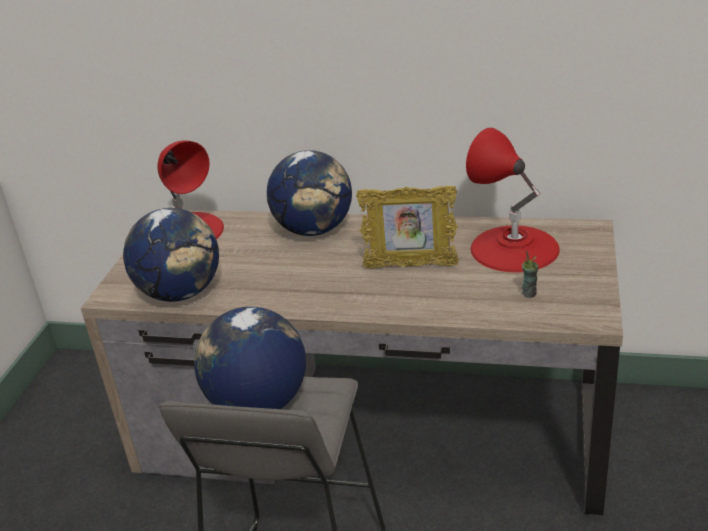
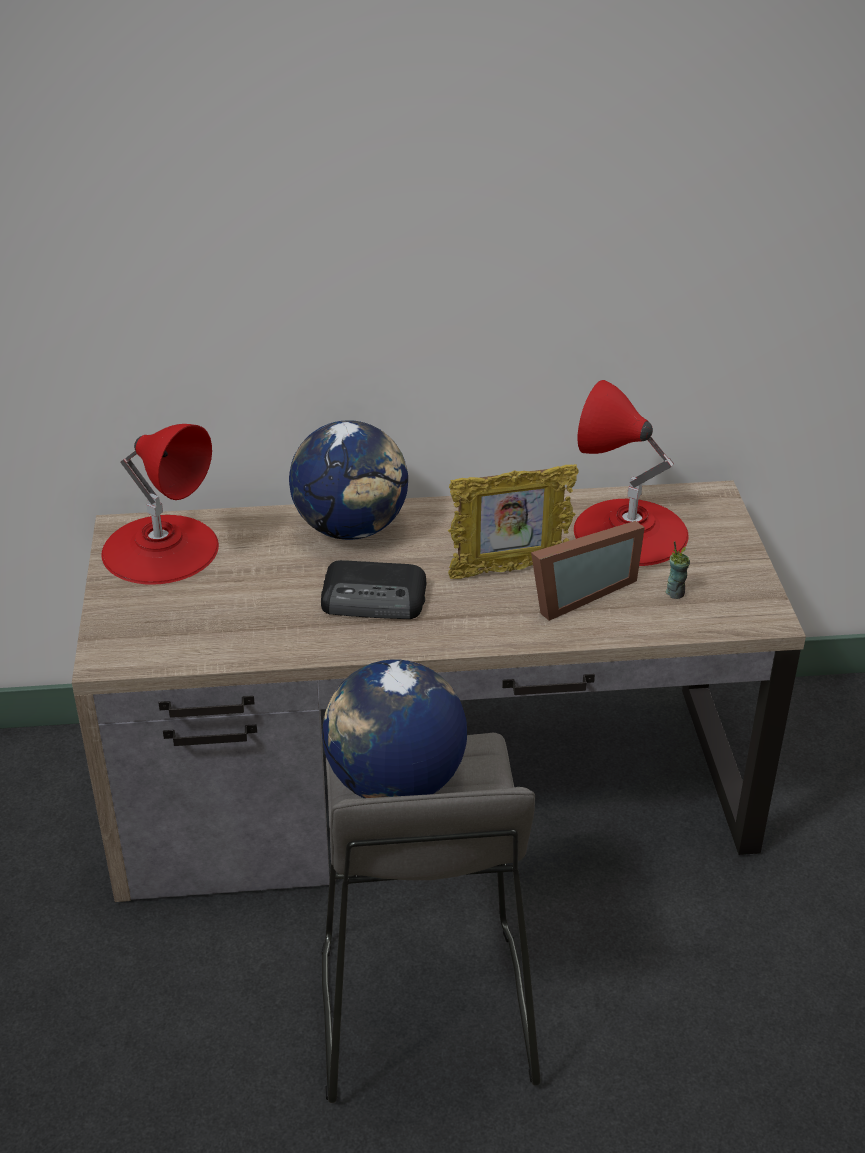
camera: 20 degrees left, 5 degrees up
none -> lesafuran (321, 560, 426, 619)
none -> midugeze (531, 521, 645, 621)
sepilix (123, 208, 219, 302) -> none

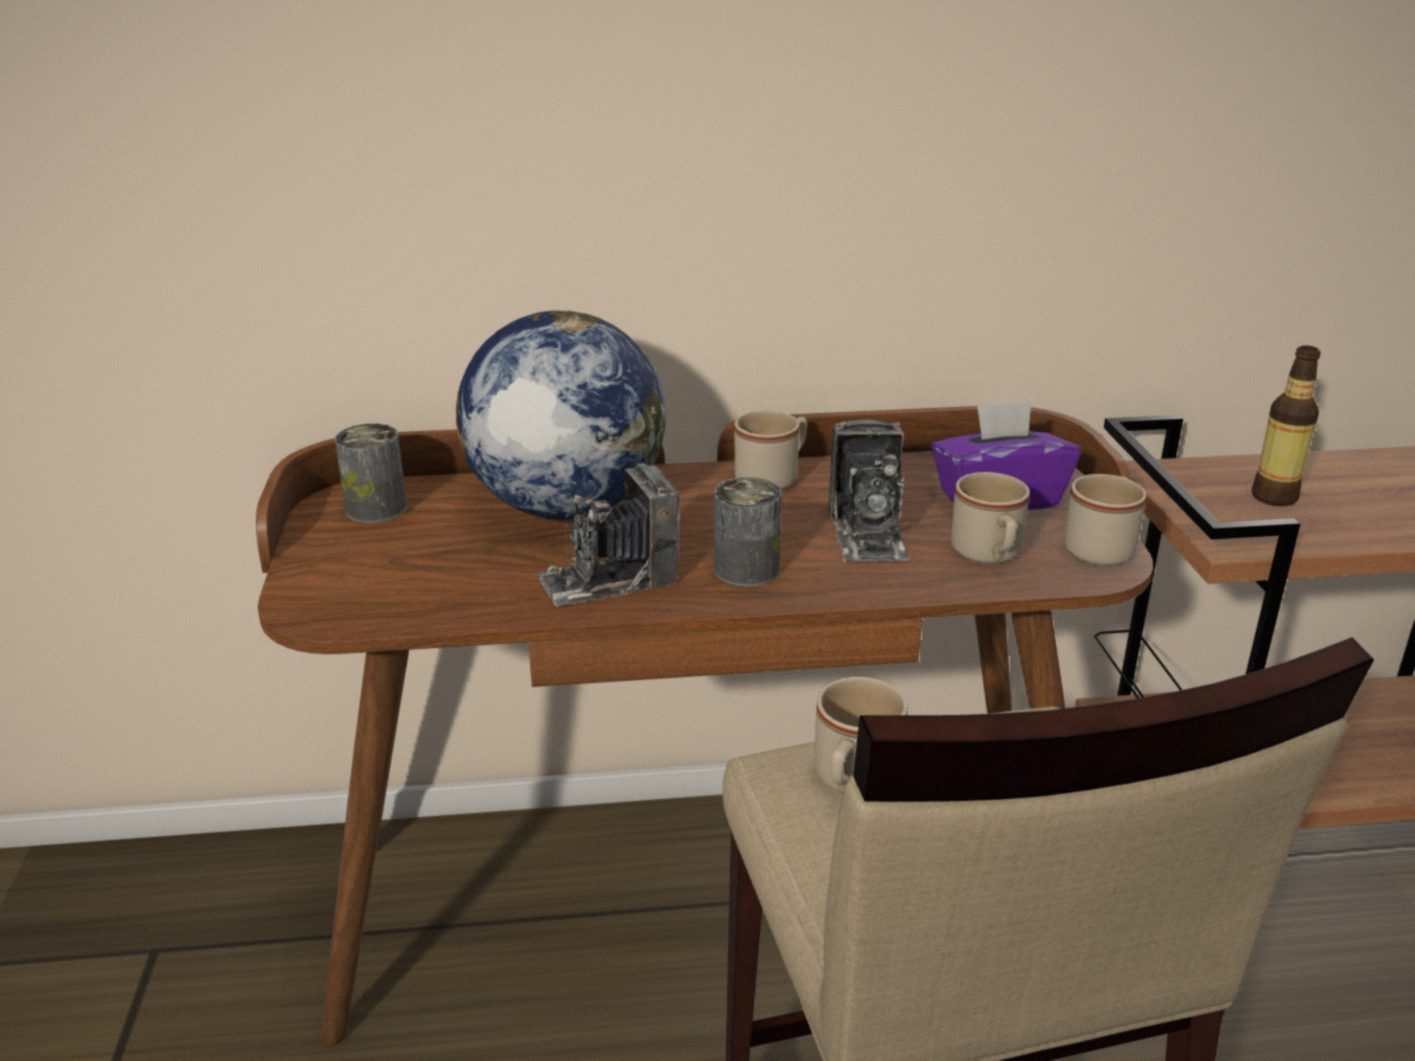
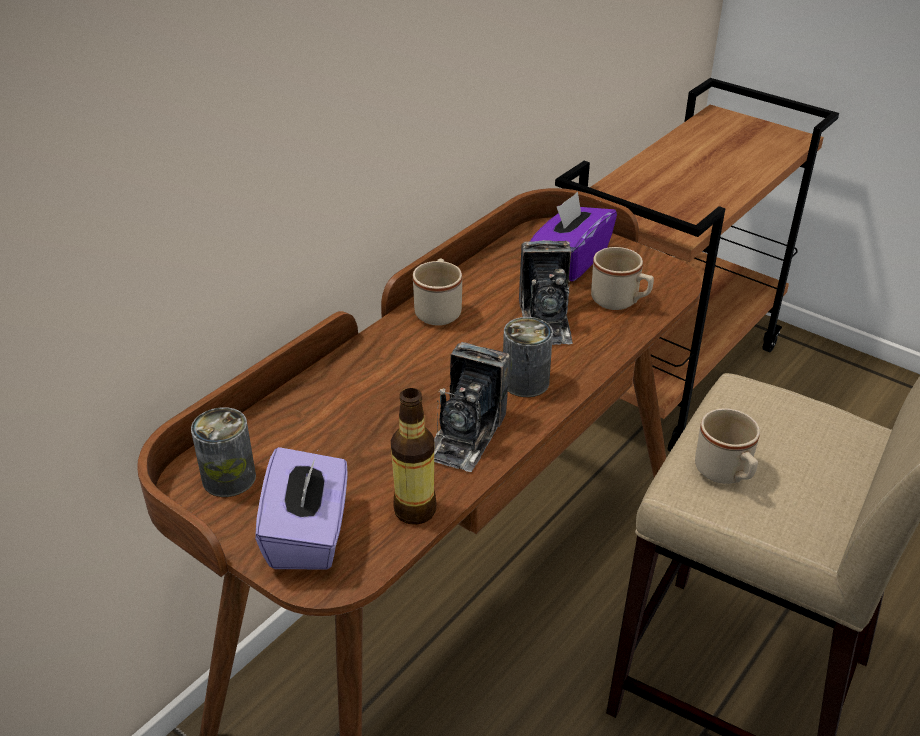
camera: 45 degrees left, 10 degrees up
none -> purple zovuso (255, 447, 348, 570)
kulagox (1252, 345, 1321, 506) -> kulagox (391, 388, 436, 525), move
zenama (828, 419, 910, 562) -> zenama (519, 240, 573, 345), 45 degrees clockwise
sepilix (456, 310, 666, 519) -> none
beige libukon (1064, 474, 1146, 567) -> none

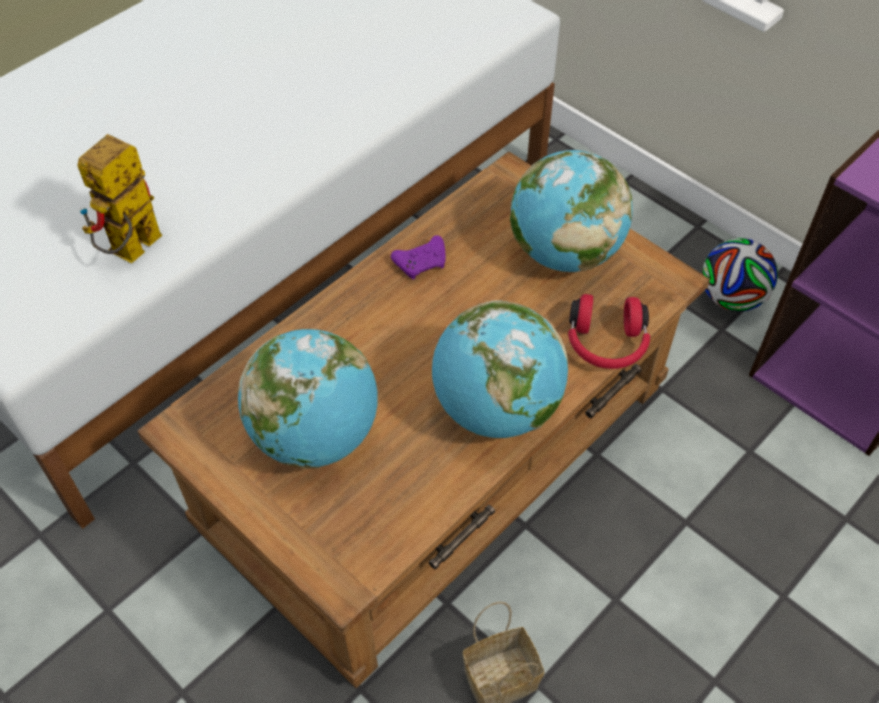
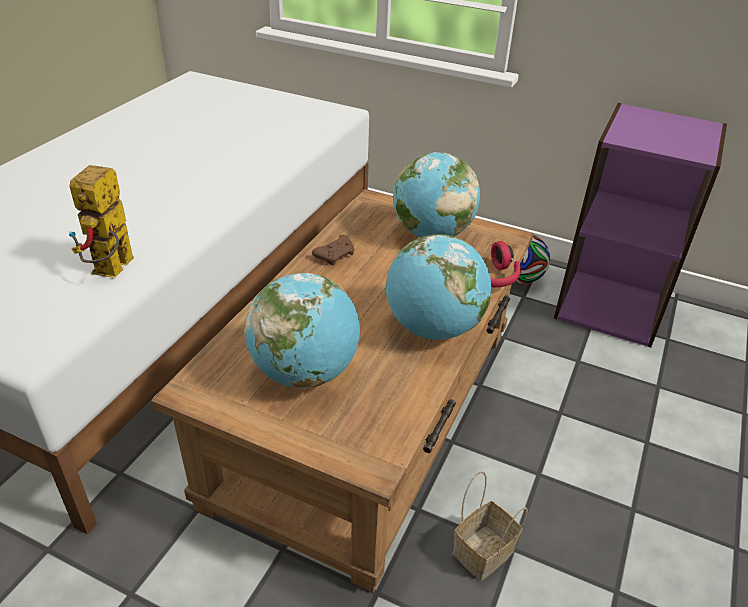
camera: 20 degrees left, 15 degrees down
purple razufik (391, 235, 446, 279) -> brown razufik (312, 235, 354, 266)

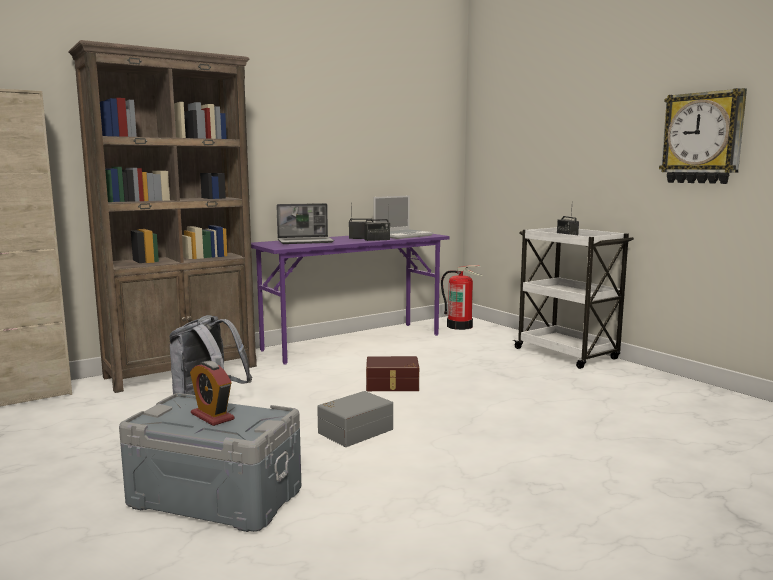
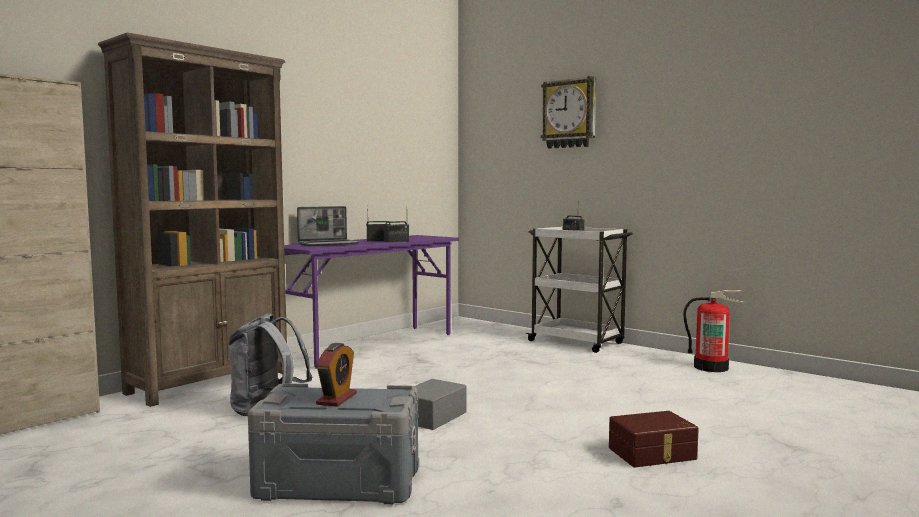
camera: 15 degrees left, 5 degrees down
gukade (190, 361, 234, 426) -> gukade (316, 343, 357, 407), 105 degrees counterclockwise
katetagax (659, 88, 747, 184) -> katetagax (541, 76, 596, 148), move
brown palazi (366, 356, 419, 391) -> brown palazi (609, 411, 699, 467), move
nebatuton (441, 265, 482, 330) -> nebatuton (683, 290, 744, 372), move
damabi (374, 195, 433, 239) -> none

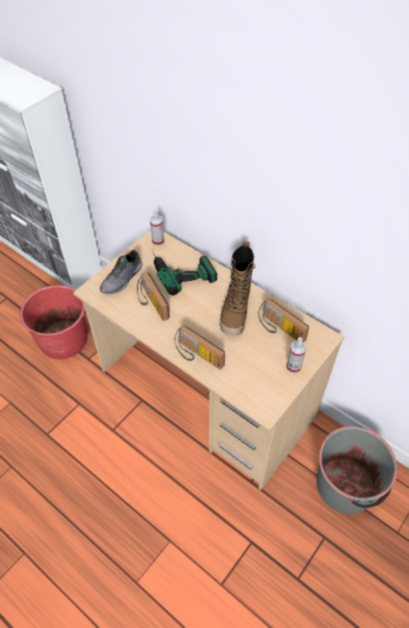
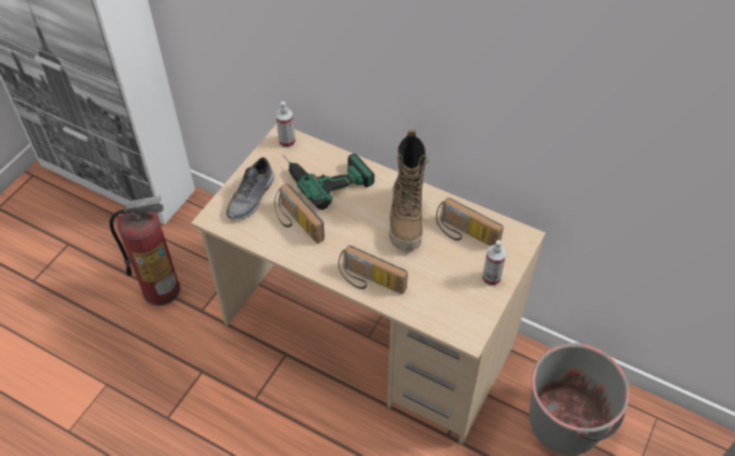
camera: 10 degrees left, 0 degrees up
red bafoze (20, 285, 88, 359) -> nebatuton (110, 196, 180, 306)

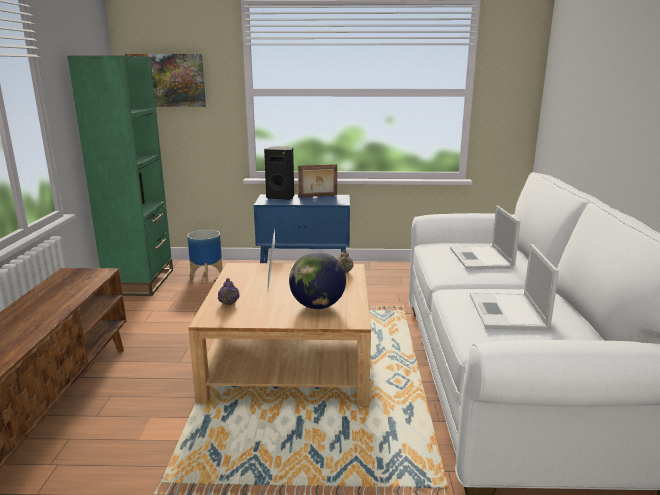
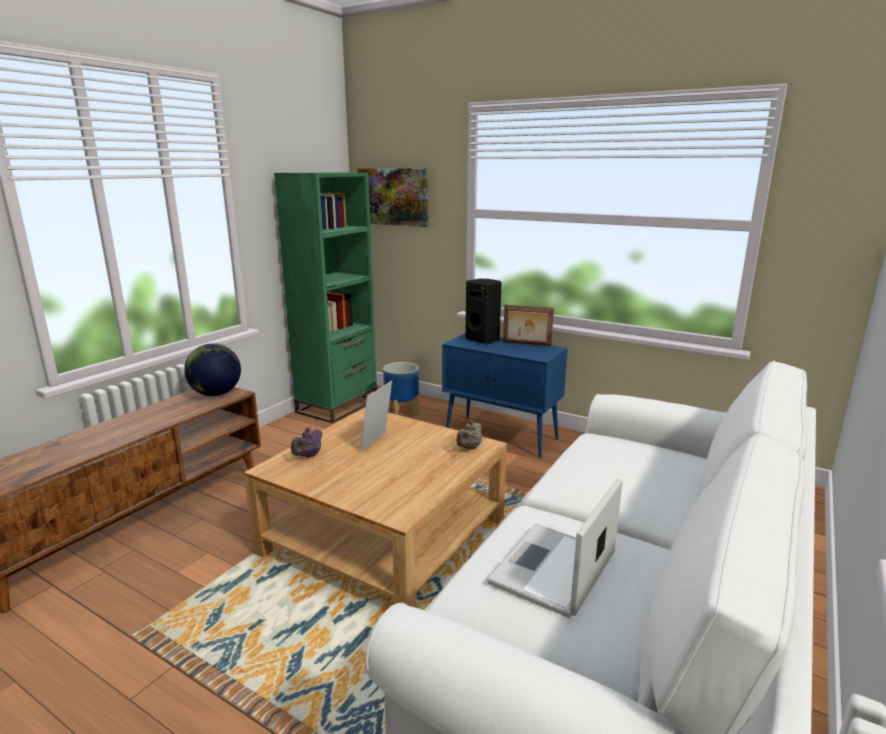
camera: 30 degrees right, 0 degrees up
sepilix (289, 252, 346, 309) -> sepilix (184, 343, 241, 396), move
damabi (450, 205, 520, 269) -> none

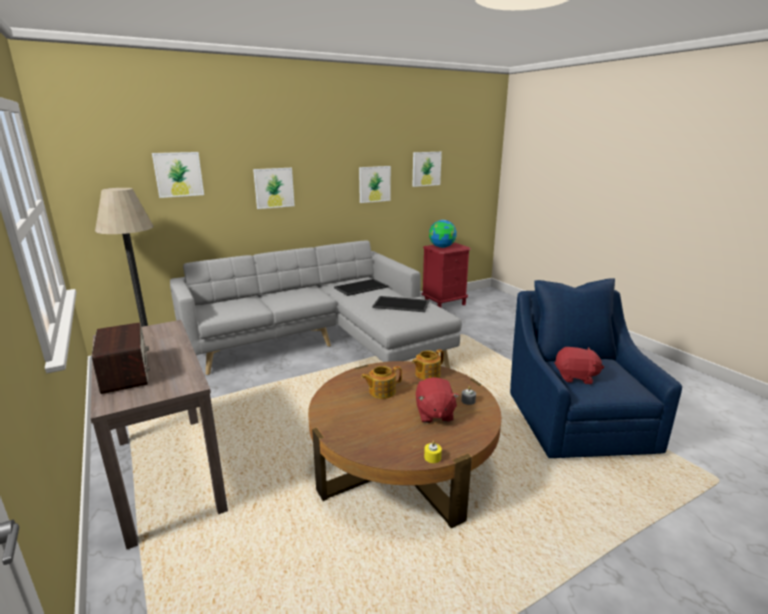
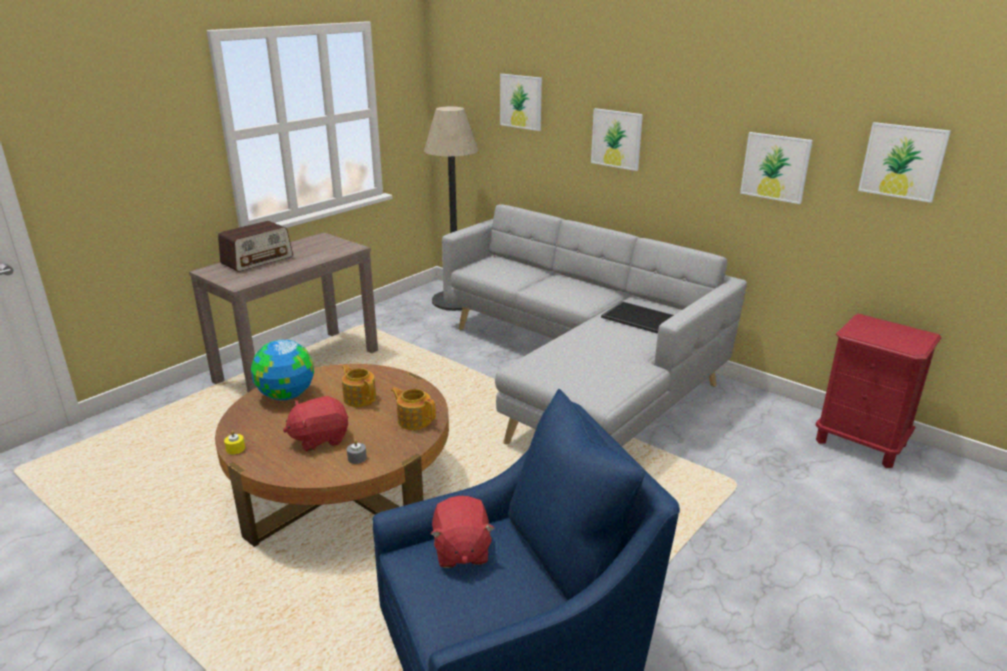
camera: 70 degrees right, 5 degrees up
sepilix (429, 220, 457, 248) -> sepilix (251, 340, 314, 400), move
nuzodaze (372, 296, 429, 312) -> none

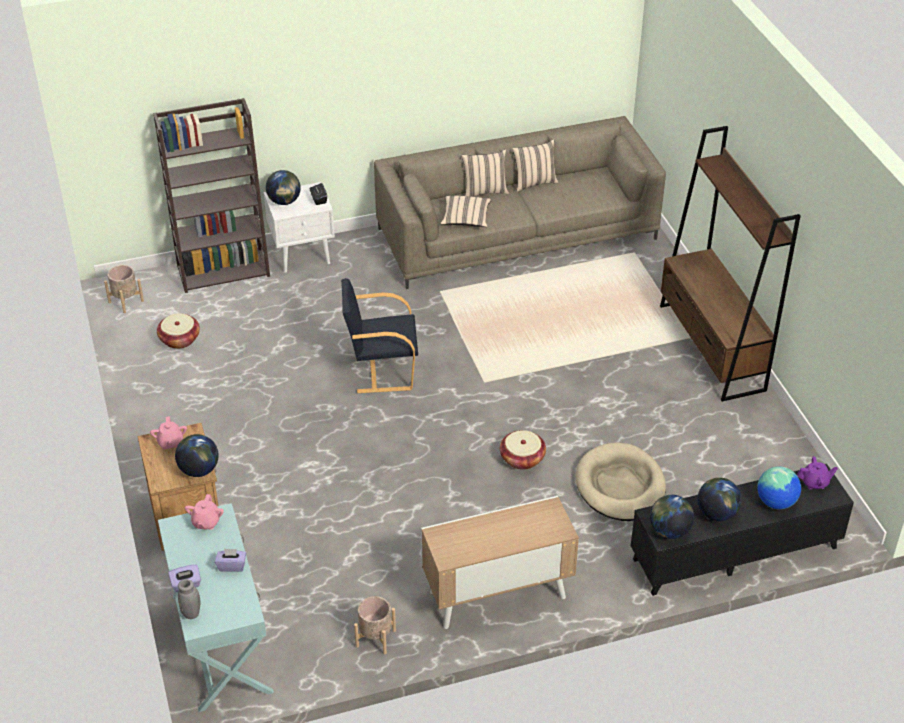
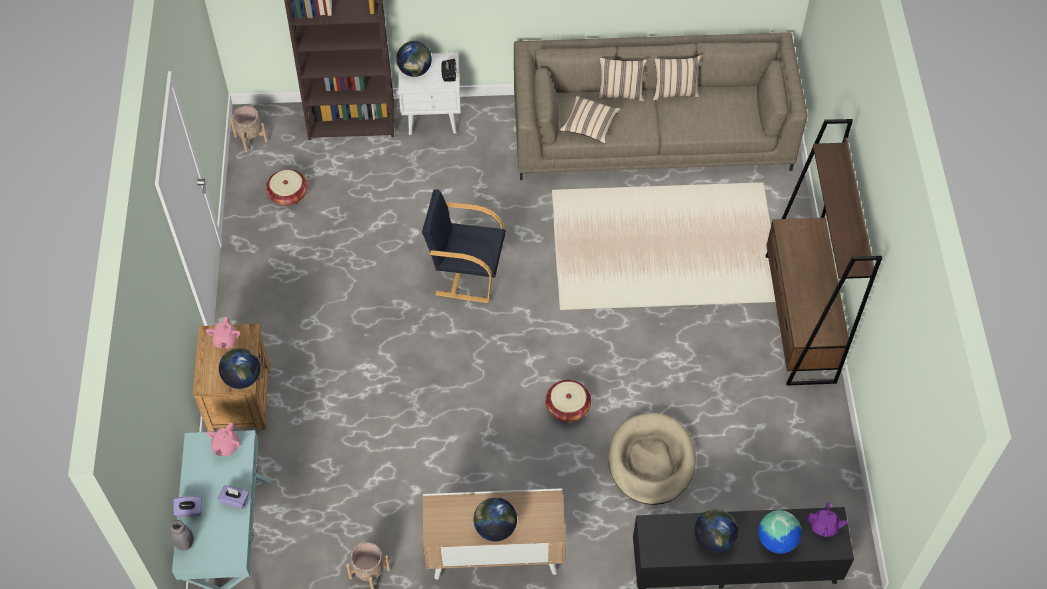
camera: 15 degrees right, 15 degrees up
sepilix (650, 495, 694, 539) -> sepilix (474, 497, 517, 541), move

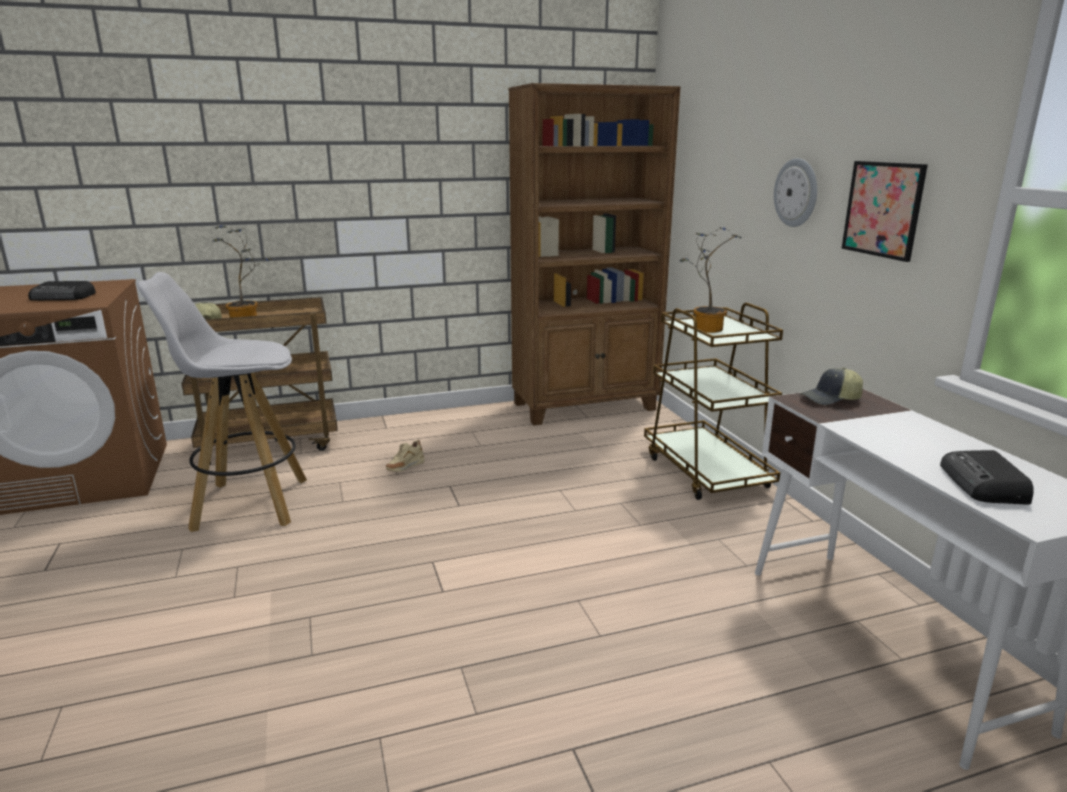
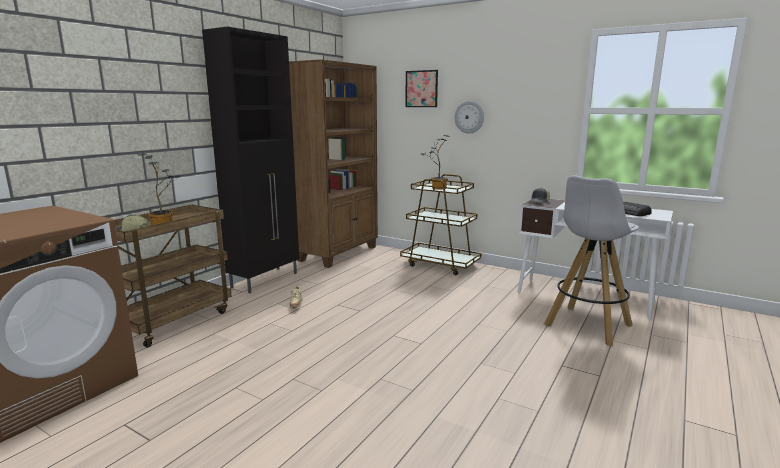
camera: 40 degrees left, 5 degrees down
none -> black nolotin (202, 27, 299, 293)
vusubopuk (842, 161, 928, 262) -> vusubopuk (405, 70, 438, 107), move
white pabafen (137, 272, 307, 532) -> white pabafen (544, 175, 639, 346), move
lesafuran (28, 281, 96, 300) -> none

